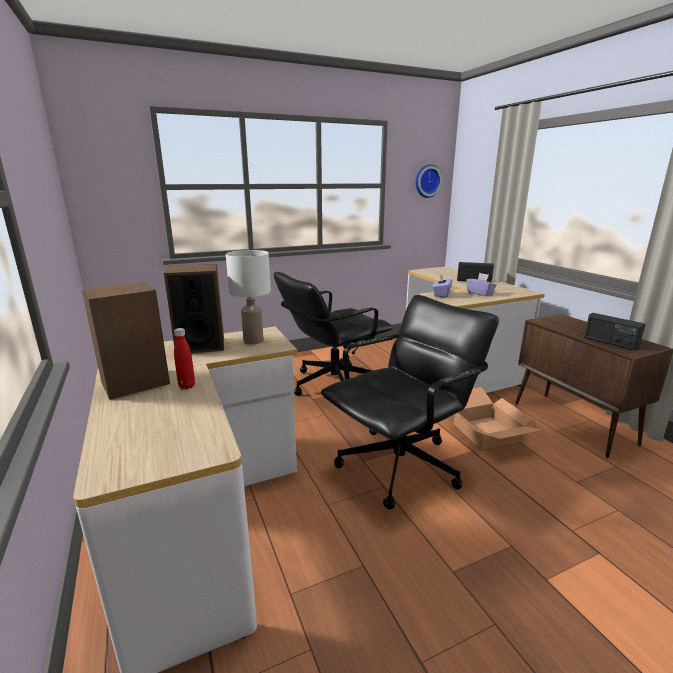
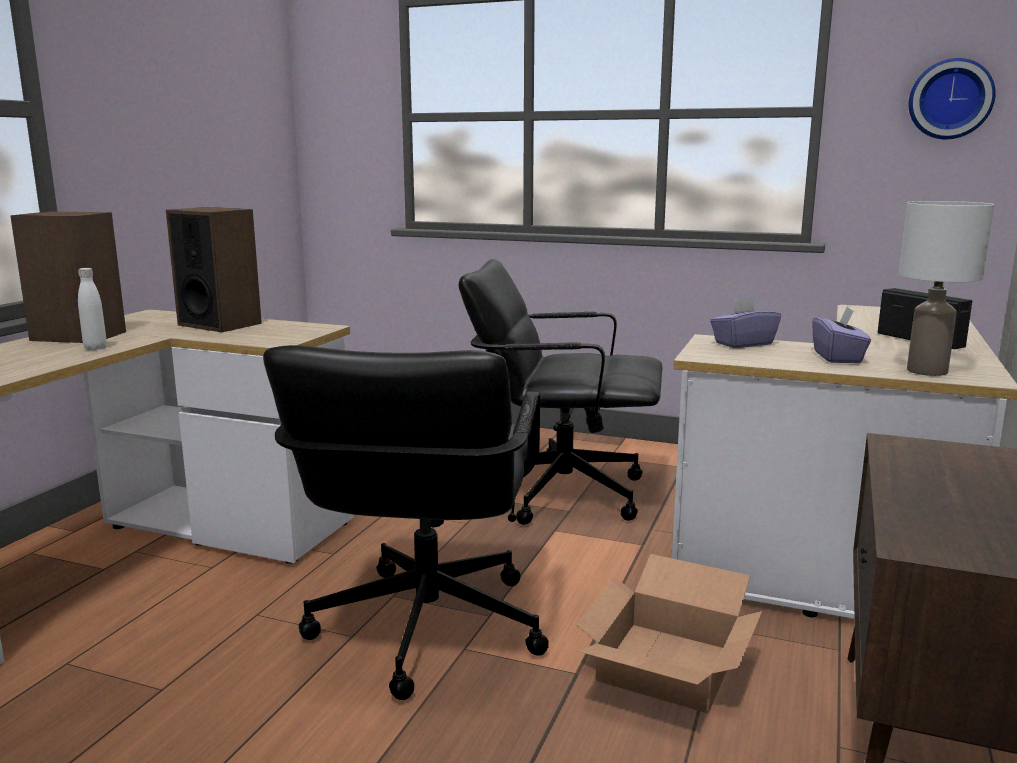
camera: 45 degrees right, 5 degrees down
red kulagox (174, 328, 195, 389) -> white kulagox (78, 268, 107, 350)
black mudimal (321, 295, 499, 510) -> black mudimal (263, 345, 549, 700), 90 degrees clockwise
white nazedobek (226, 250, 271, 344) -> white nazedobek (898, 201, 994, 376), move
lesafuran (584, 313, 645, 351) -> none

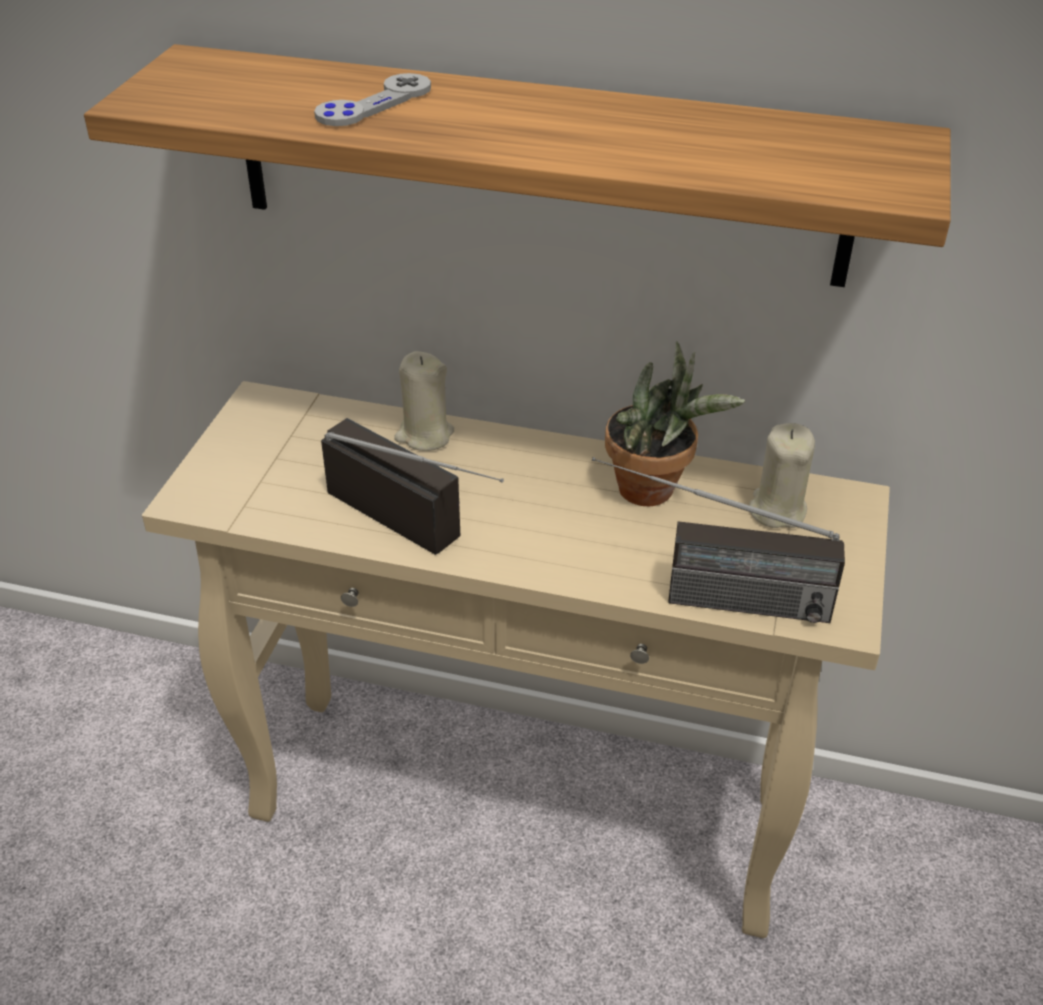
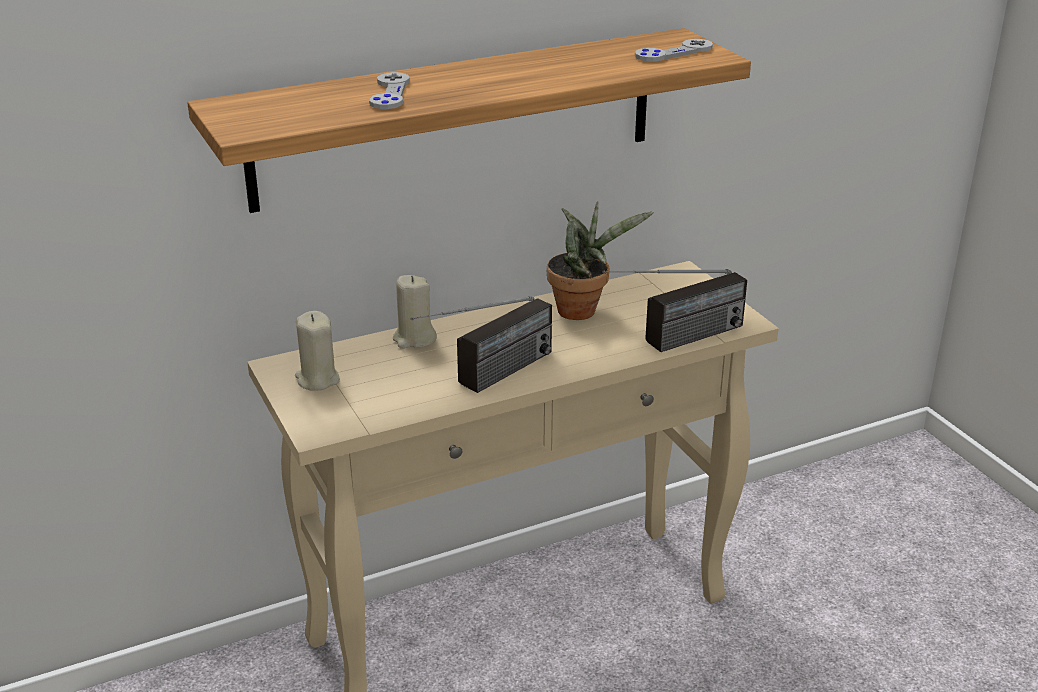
camera: 40 degrees left, 10 degrees down
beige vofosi (749, 423, 815, 528) -> beige vofosi (295, 311, 340, 391), move
lesafuran (321, 418, 504, 555) -> lesafuran (411, 296, 552, 393), 135 degrees clockwise
none -> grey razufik (635, 39, 713, 61)

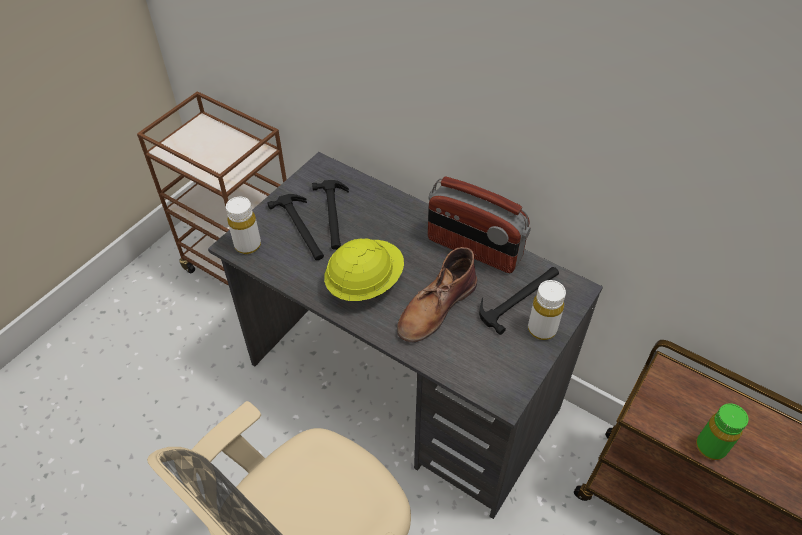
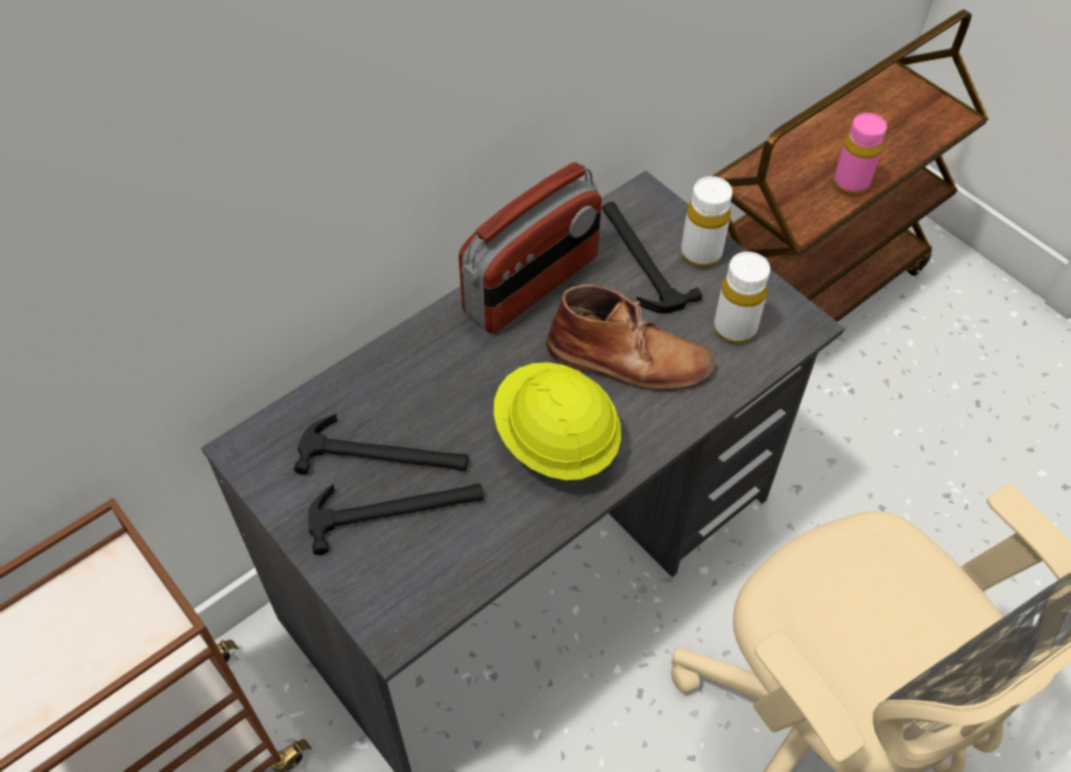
camera: 75 degrees left, 5 degrees up
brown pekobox (397, 247, 477, 343) -> brown pekobox (547, 284, 716, 391), 45 degrees counterclockwise
white kulagox (226, 197, 261, 254) -> white kulagox (714, 252, 770, 343), move
green kulagox (696, 403, 748, 460) -> pink kulagox (834, 113, 887, 194)

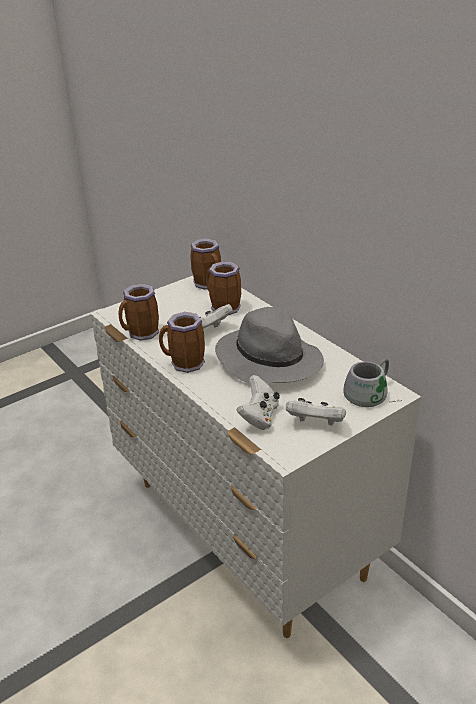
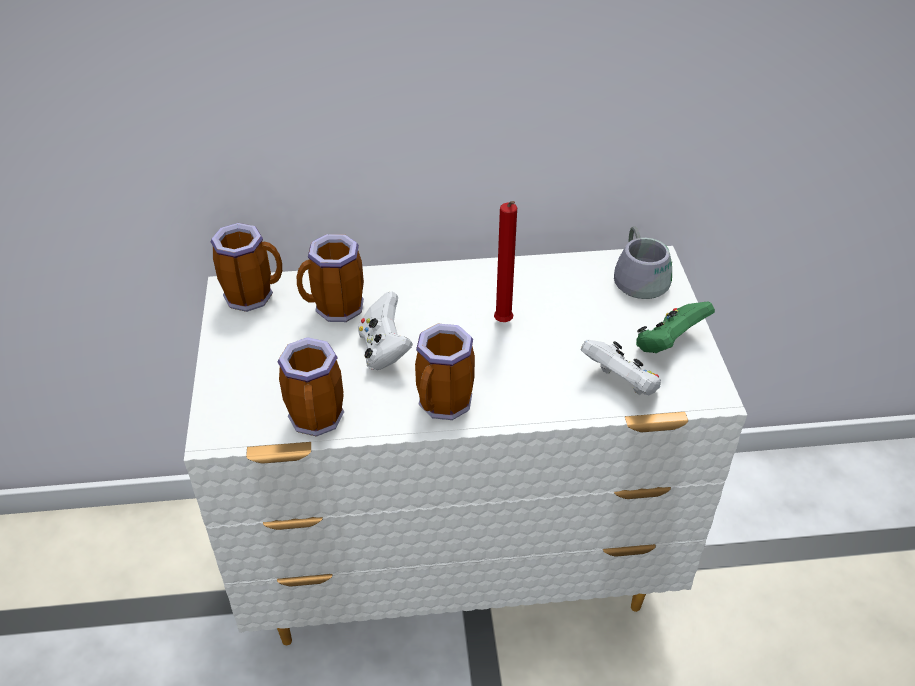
camera: 60 degrees left, 10 degrees up
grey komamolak (215, 307, 324, 383) -> red vofosi (494, 201, 517, 322)
white razufik (286, 398, 346, 426) -> green razufik (636, 302, 715, 354)

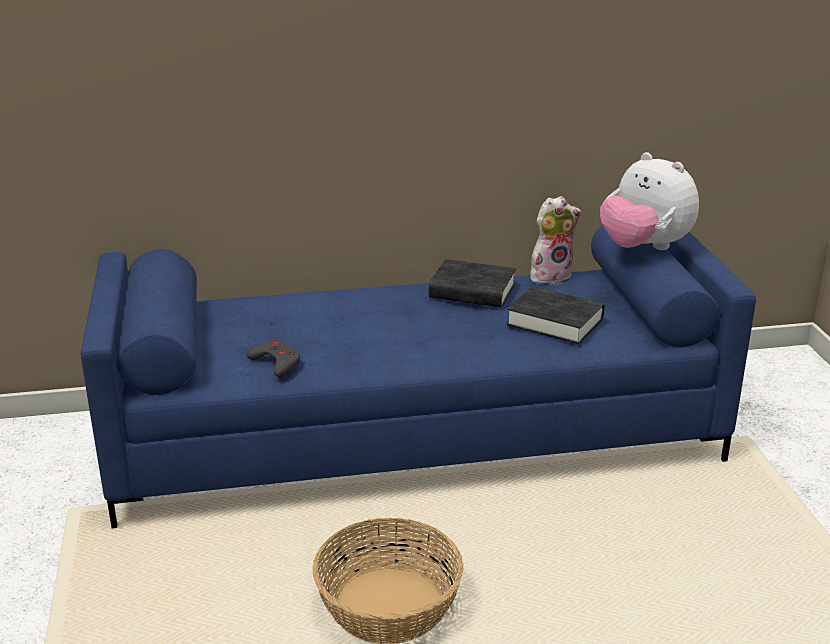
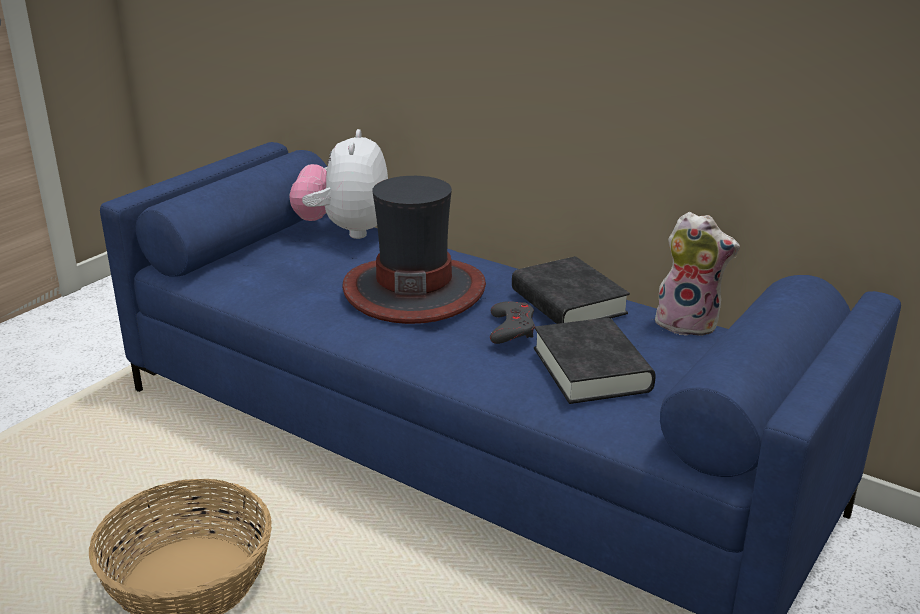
camera: 45 degrees right, 0 degrees up
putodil (600, 152, 699, 250) -> putodil (289, 129, 388, 239), move
none -> komamolak (342, 176, 486, 324)
grey razufik (247, 339, 301, 377) -> grey razufik (490, 301, 535, 344), move

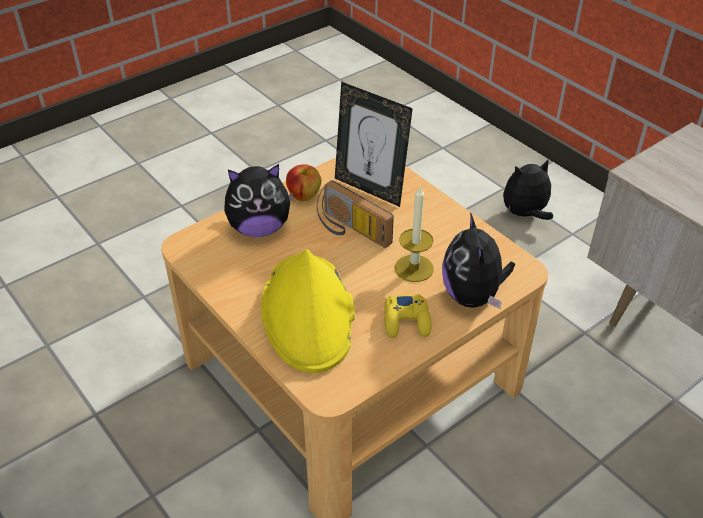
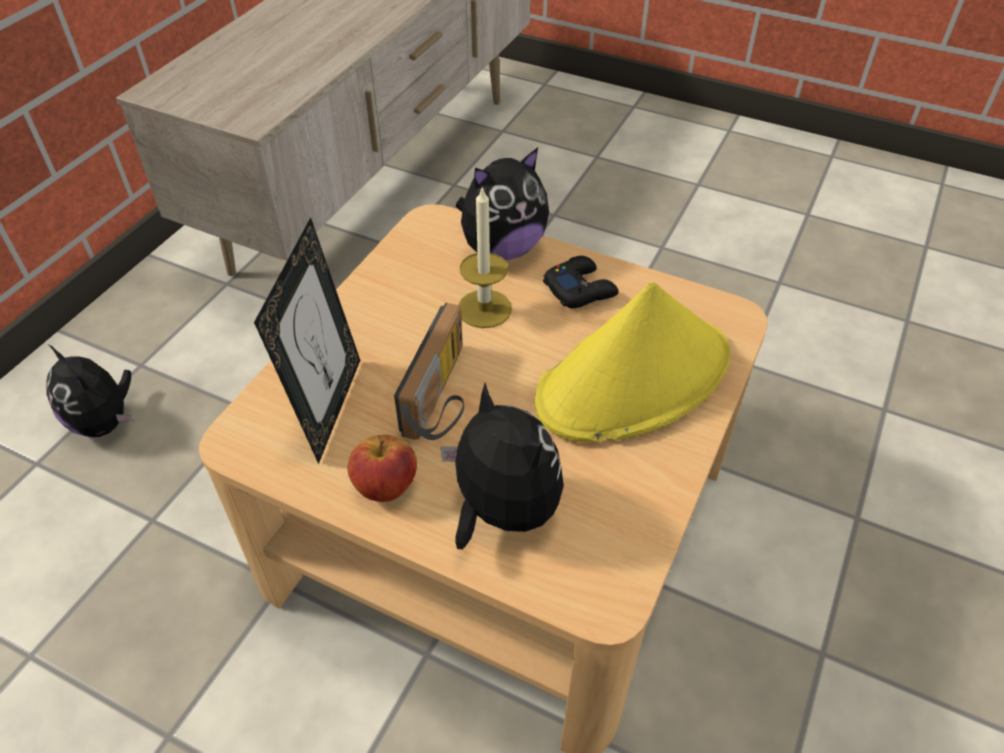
camera: 115 degrees left, 5 degrees up
yellow razufik (384, 294, 432, 338) -> black razufik (543, 256, 619, 308)

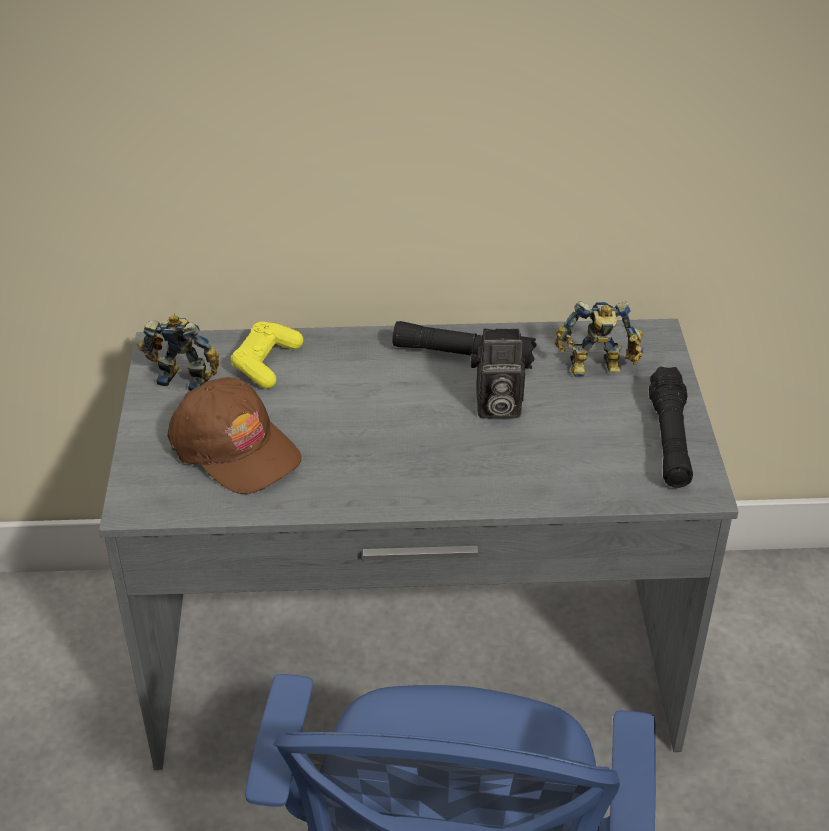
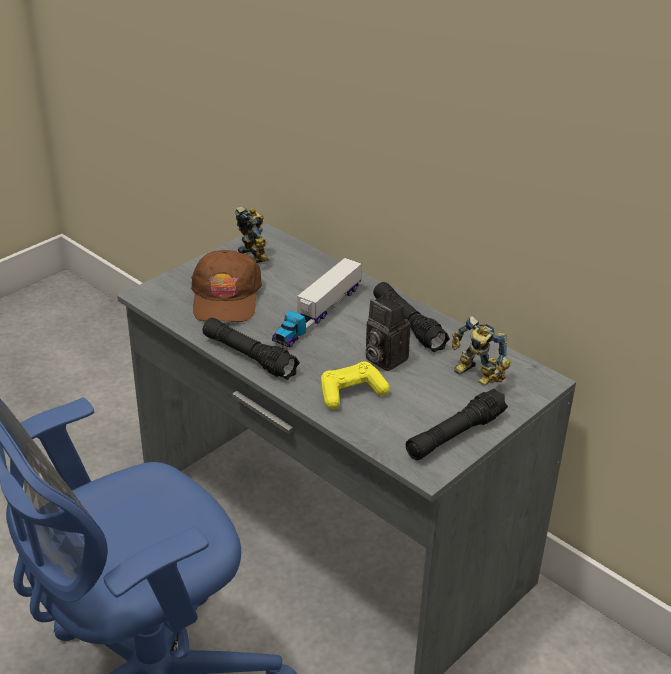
camera: 45 degrees right, 5 degrees down
none -> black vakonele (203, 318, 300, 380)
none -> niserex (272, 258, 362, 347)
yellow razufik (231, 322, 303, 389) -> yellow razufik (321, 361, 390, 409), move

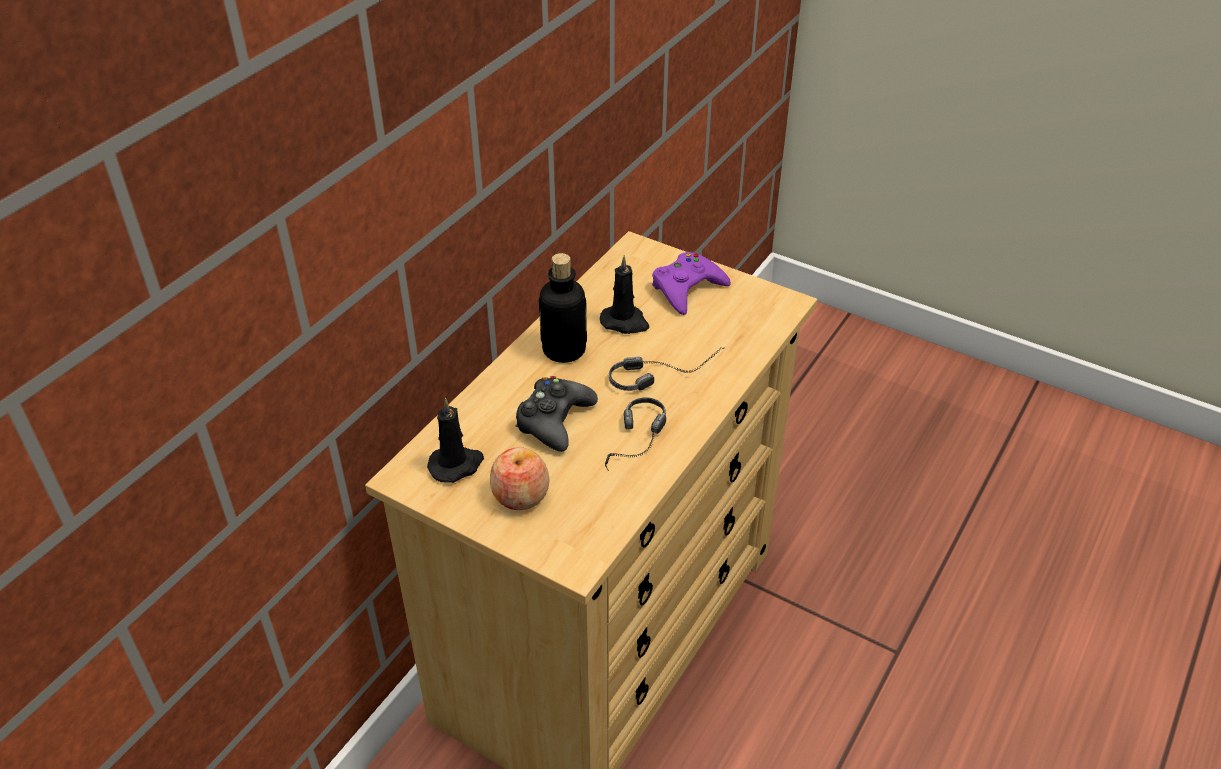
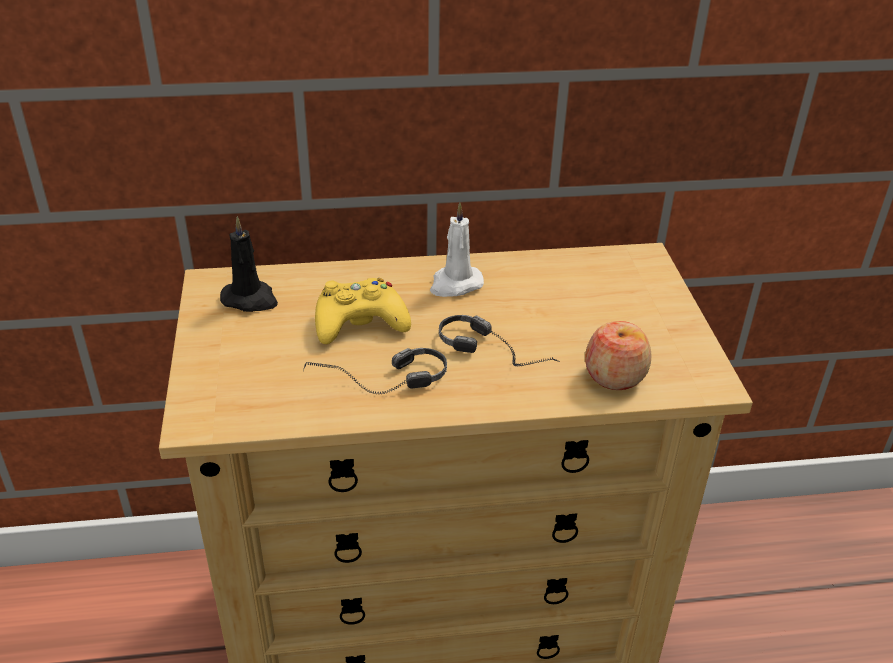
camera: 50 degrees right, 5 degrees down
black razufik (516, 376, 598, 452) -> yellow razufik (315, 278, 411, 344)
kulagox (539, 253, 587, 363) -> white vofosi (430, 202, 484, 297)
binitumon (490, 447, 549, 510) -> binitumon (585, 321, 651, 390), move
black vofosi (600, 256, 649, 334) -> none
purple razufik (652, 252, 731, 315) -> none

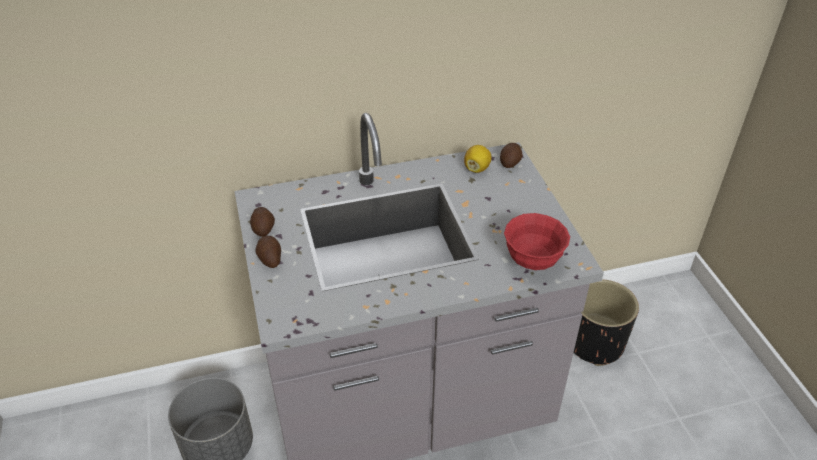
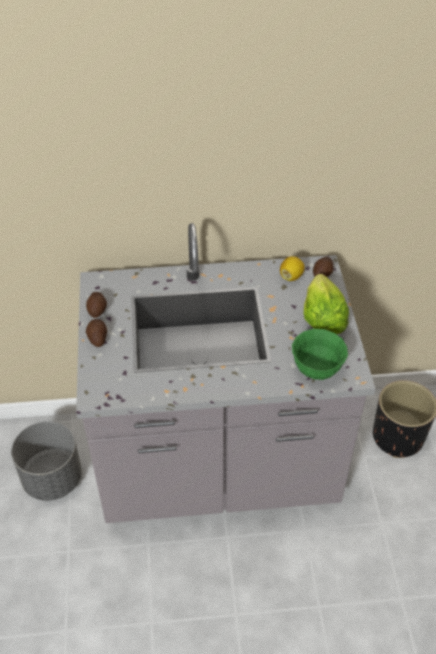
camera: 10 degrees right, 5 degrees up
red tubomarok (504, 213, 570, 270) -> green tubomarok (292, 329, 348, 380)
none -> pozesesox (304, 274, 349, 334)

